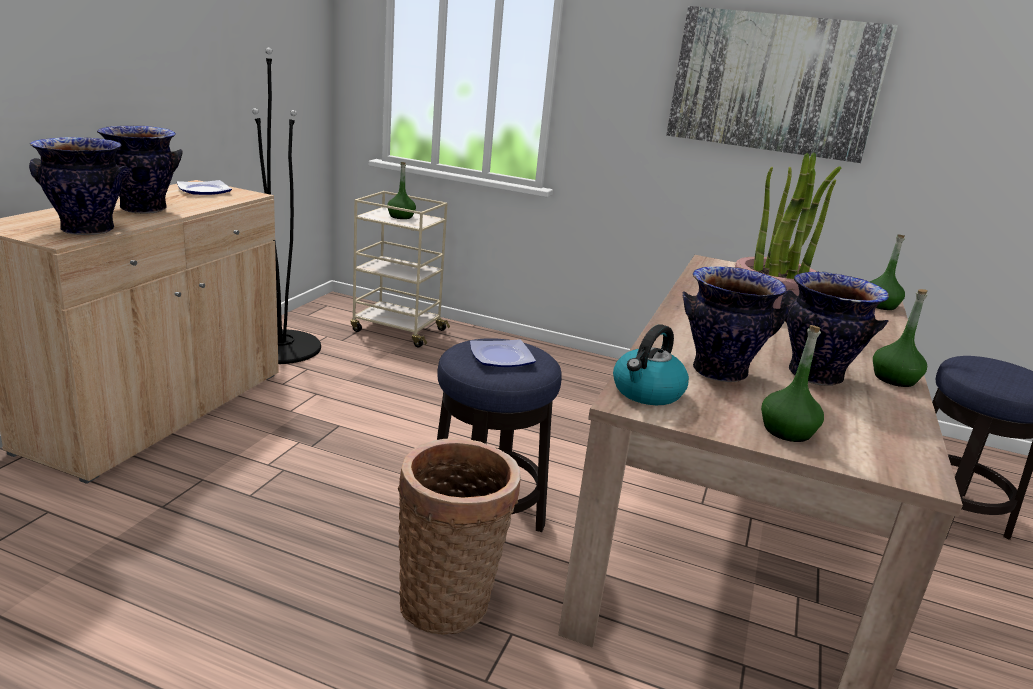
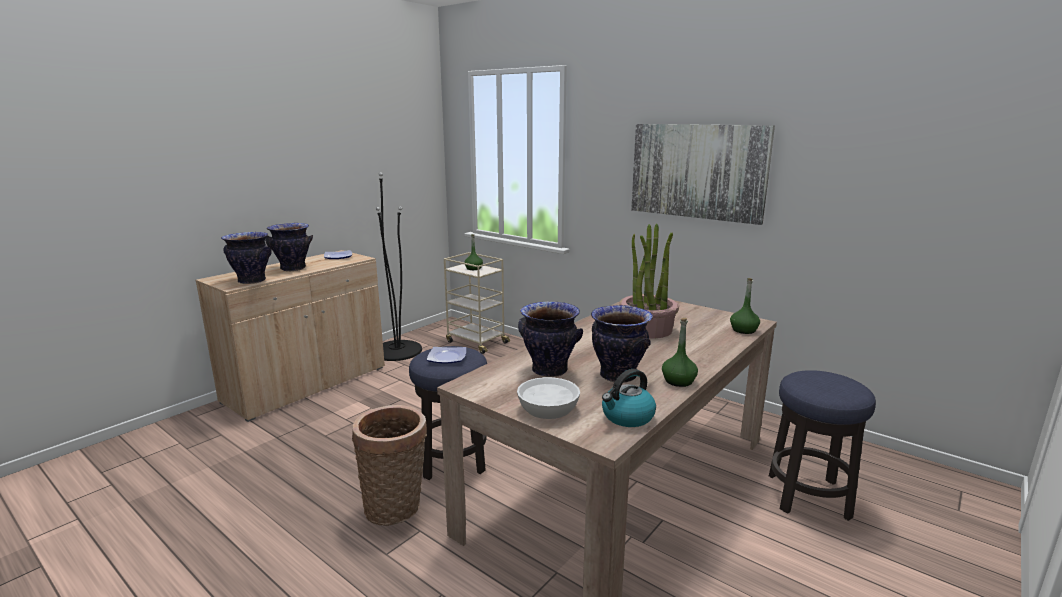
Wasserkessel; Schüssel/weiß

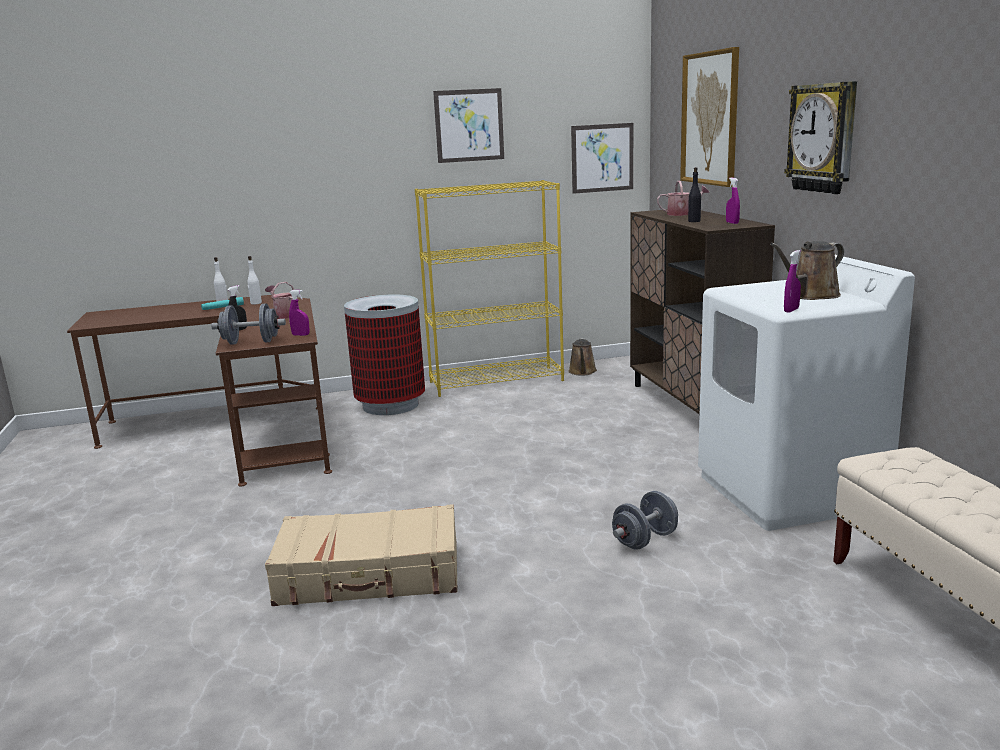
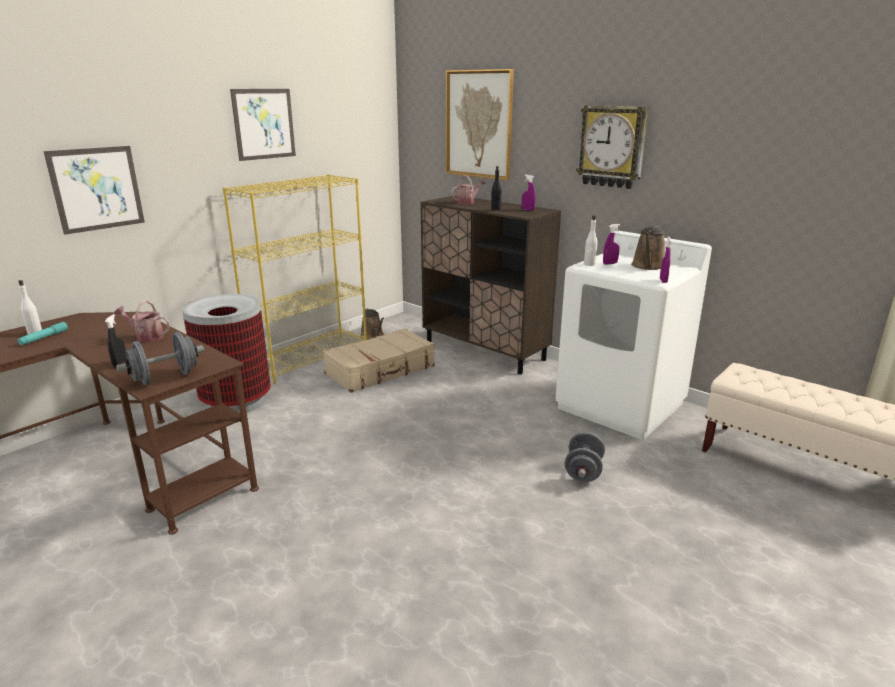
Flasche/weiß (no. 2 from left); Koffer/beige; Sprühflasche/lila (no. 2 from left); Bild (no. 1 from left)

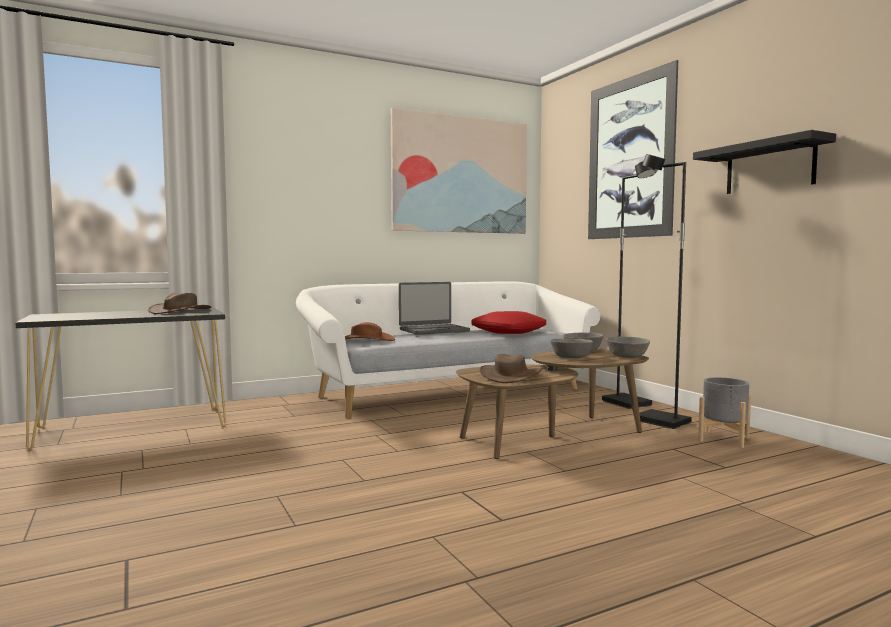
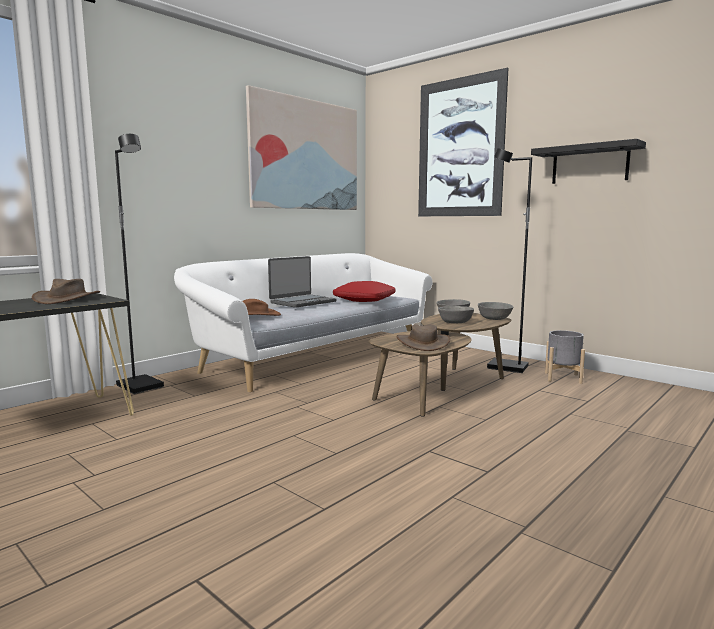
Stehlampe/schwarz (no. 1 from left)

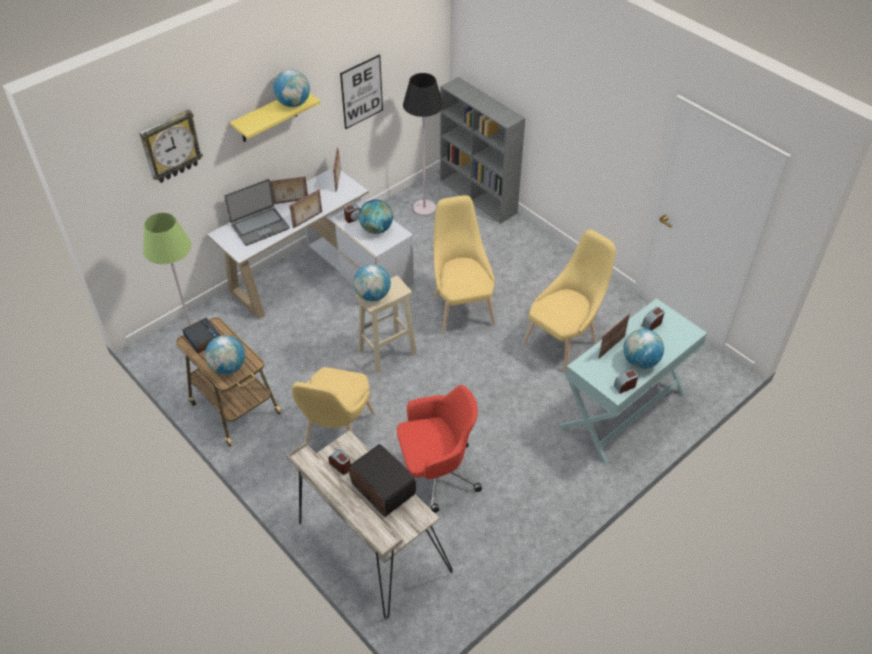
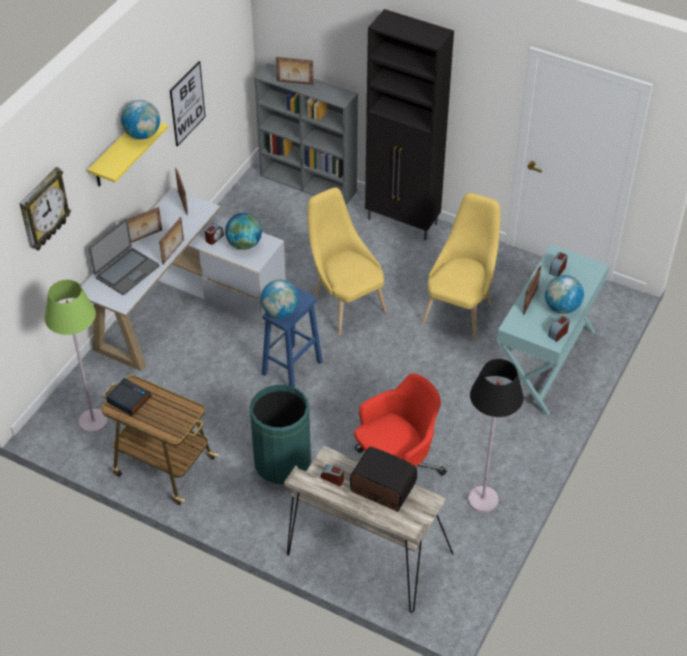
Globus (no. 1 from left in the first image); Mülleimer/grün; Hocker/blau; Stehlampe/schwarz; Bilderrahmen (no. 4 from left); Schrank/schwarz

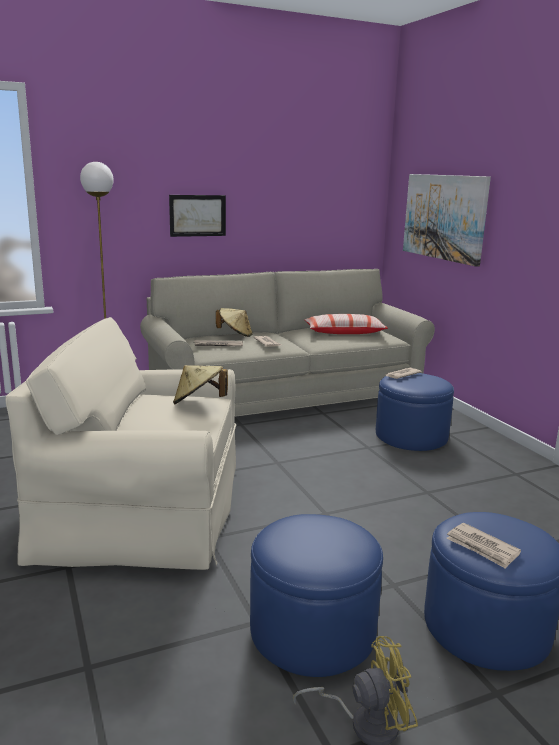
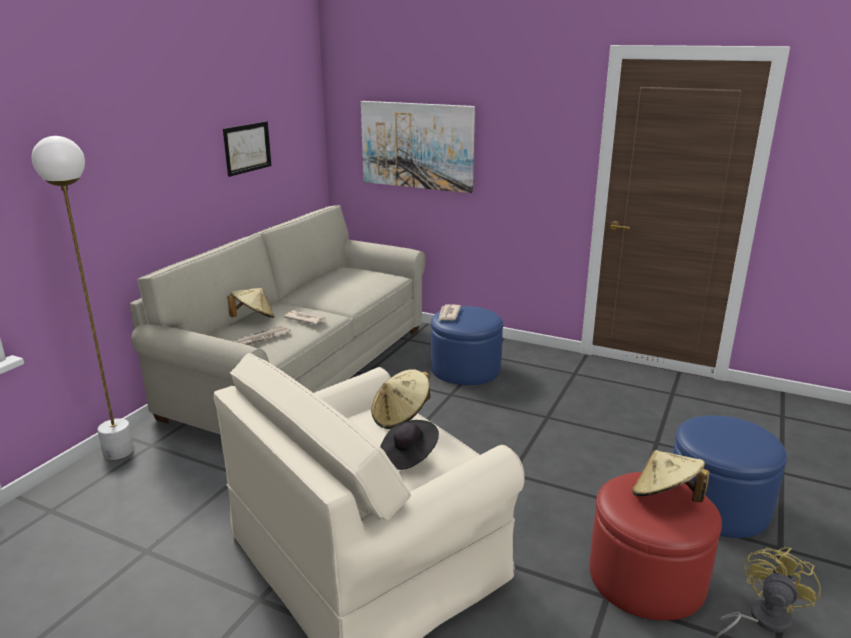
Bild (no. 1 from left); Polsterhocker/rot; Kissen; Zeitung (no. 4 from left in the first image); Hut/schwarz; Hut/beige (no. 3 from left)

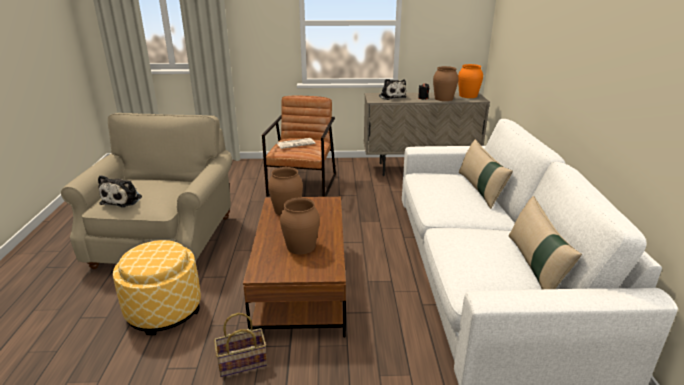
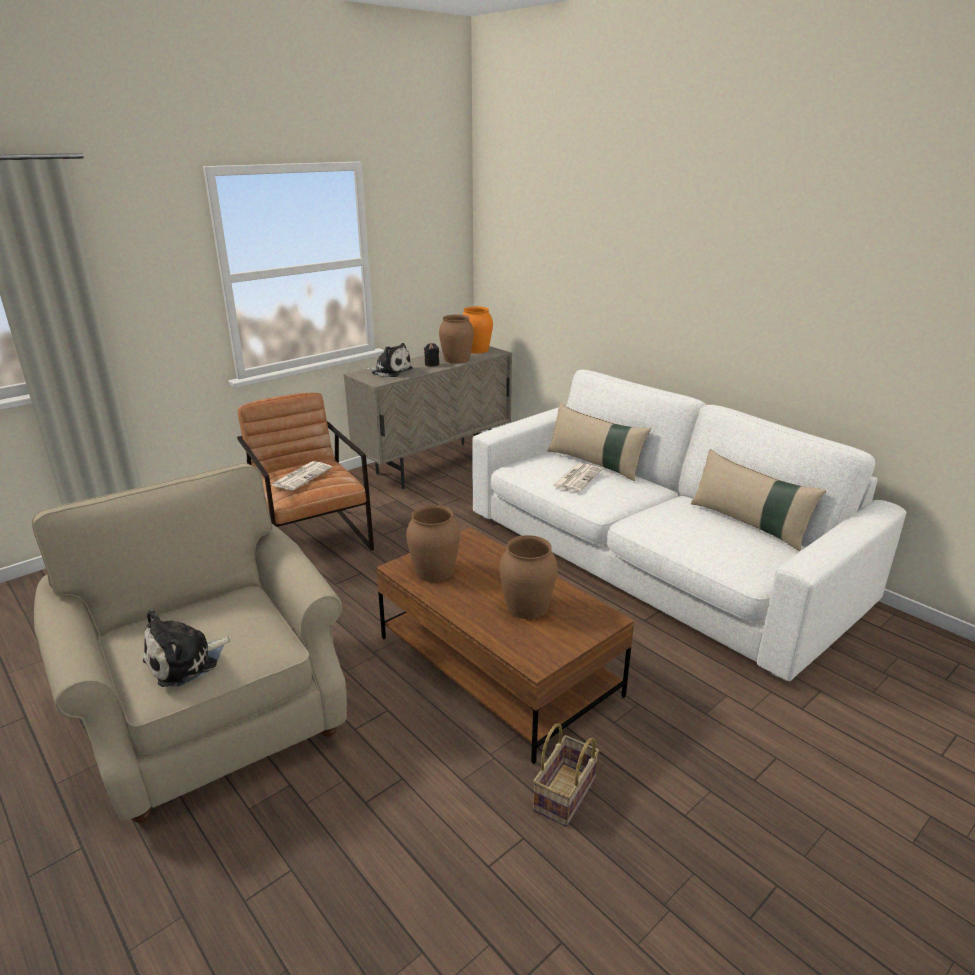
Plüschtier (no. 1 from left); Polsterhocker; Zeitung (no. 2 from left)

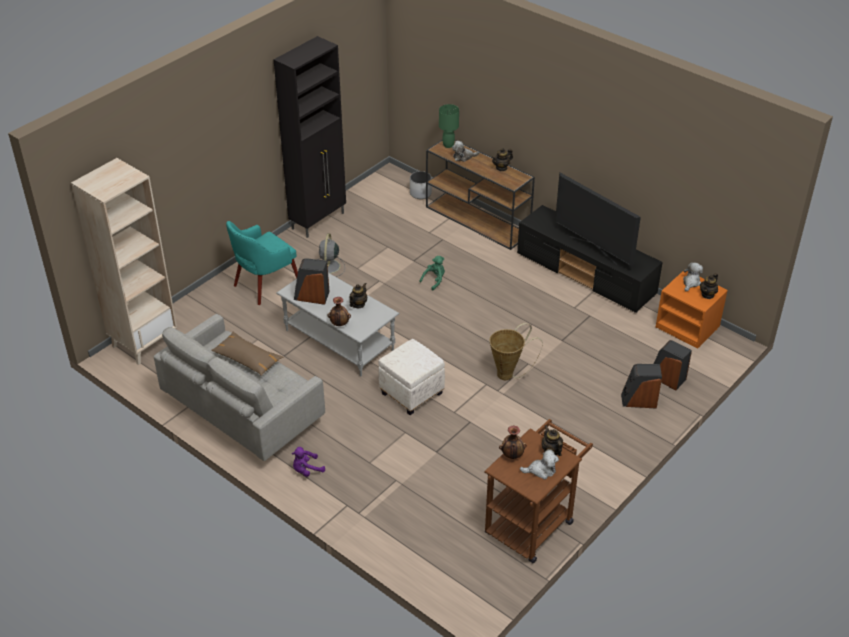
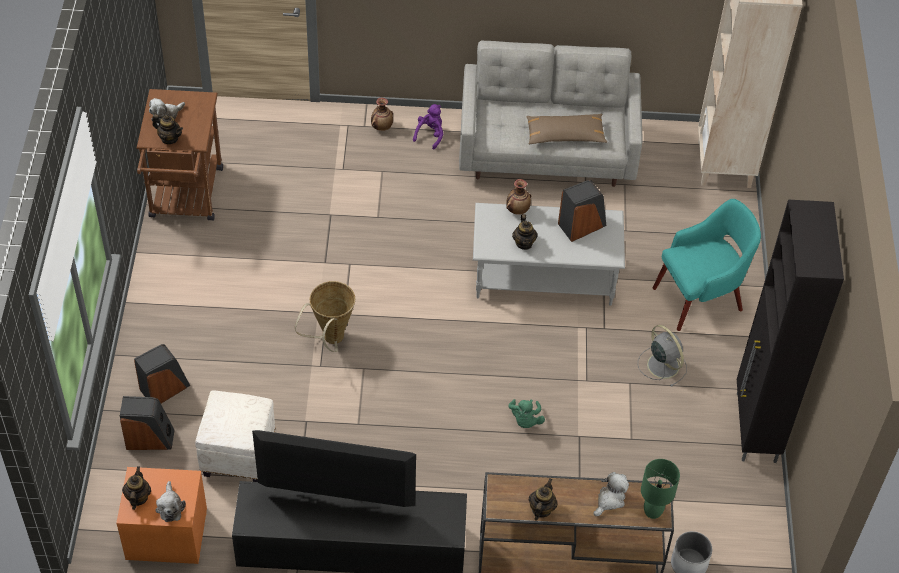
Sessel/türkis; Polsterhocker/weiß; Vase (no. 1 from left)

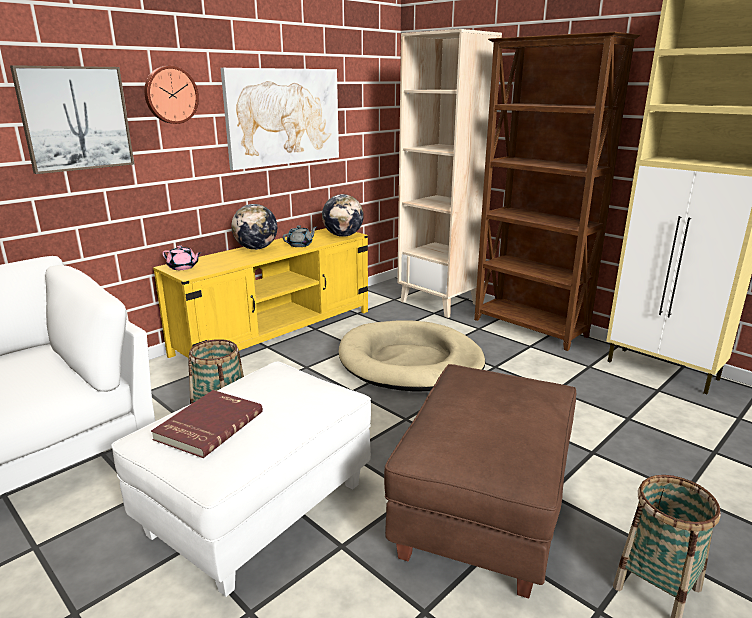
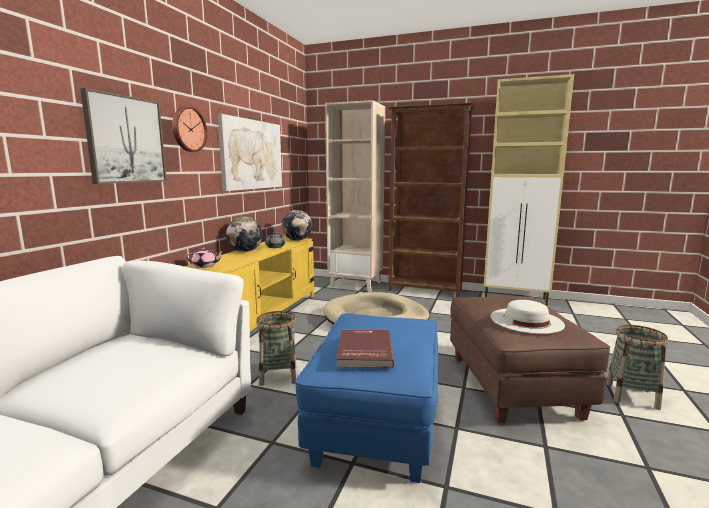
Polsterhocker/blau; Hut/weiß

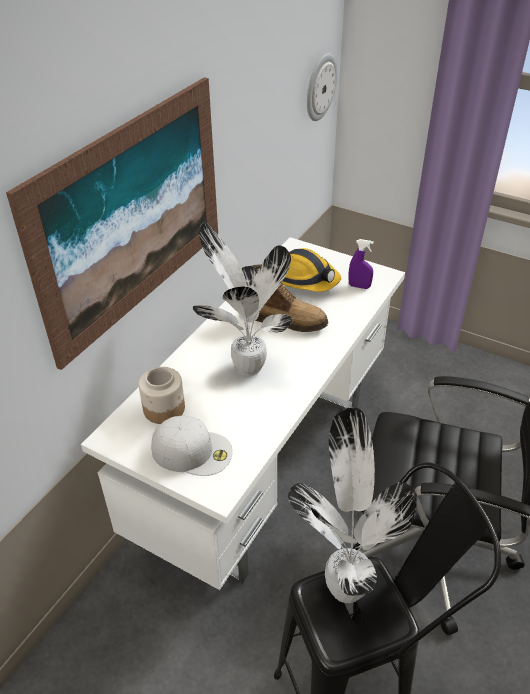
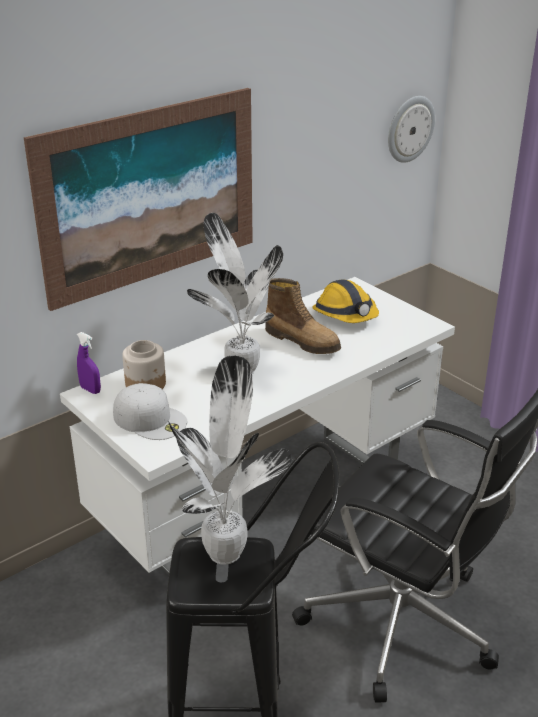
Sprühflasche/lila

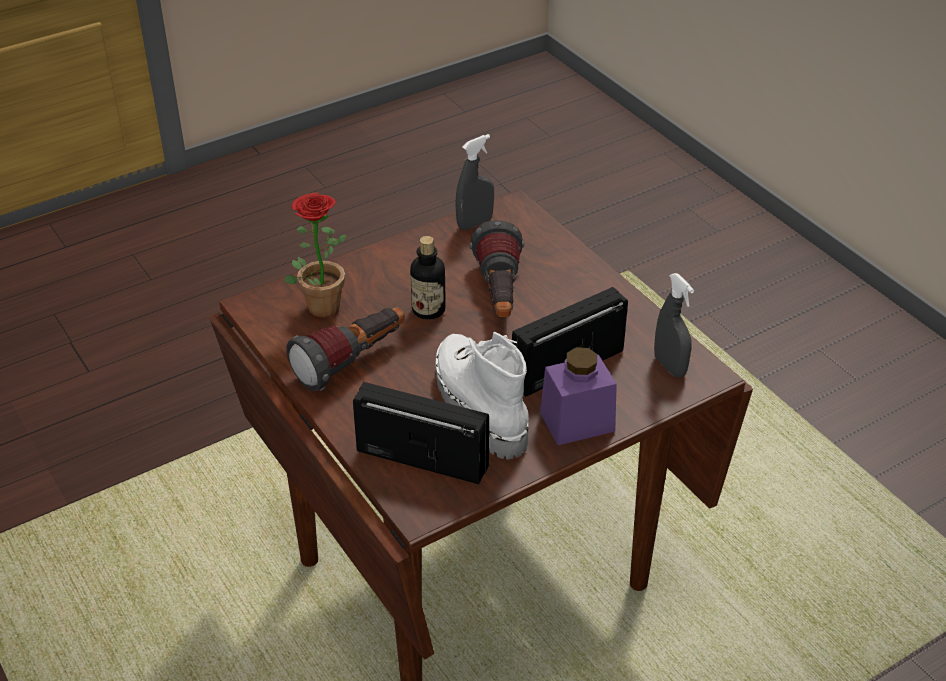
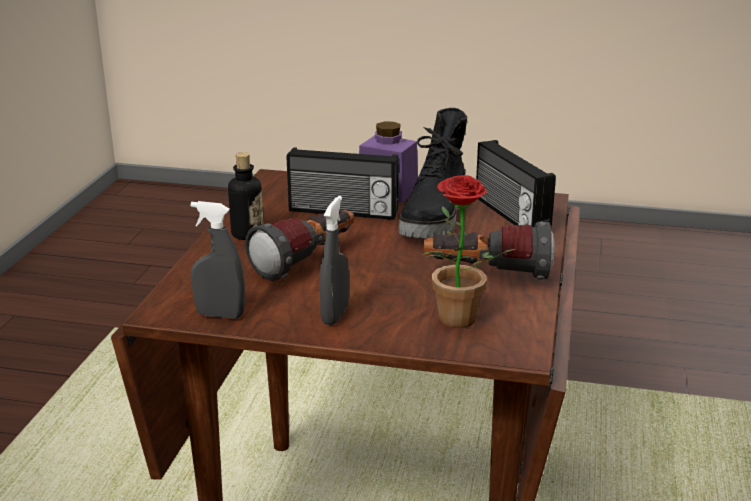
Flasche; Stiefel/schwarz; Sprühflasche/grau (no. 2 from left)

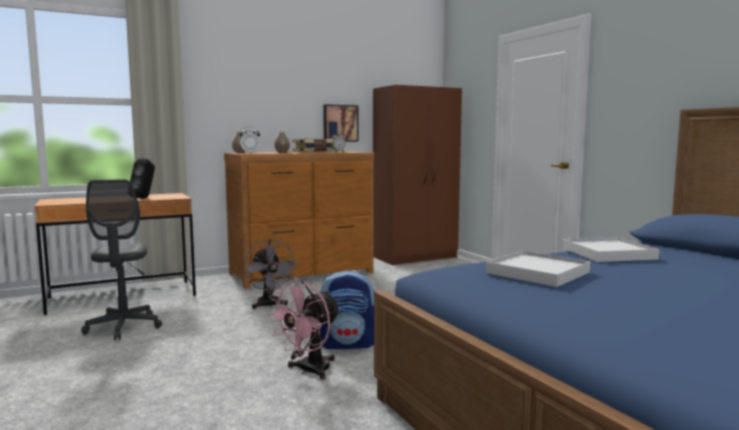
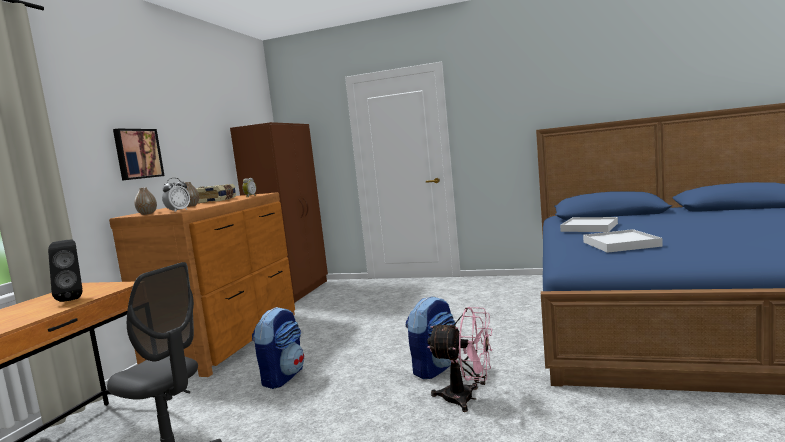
Rucksack (no. 1 from left); Ventilator/rosa; Bild

